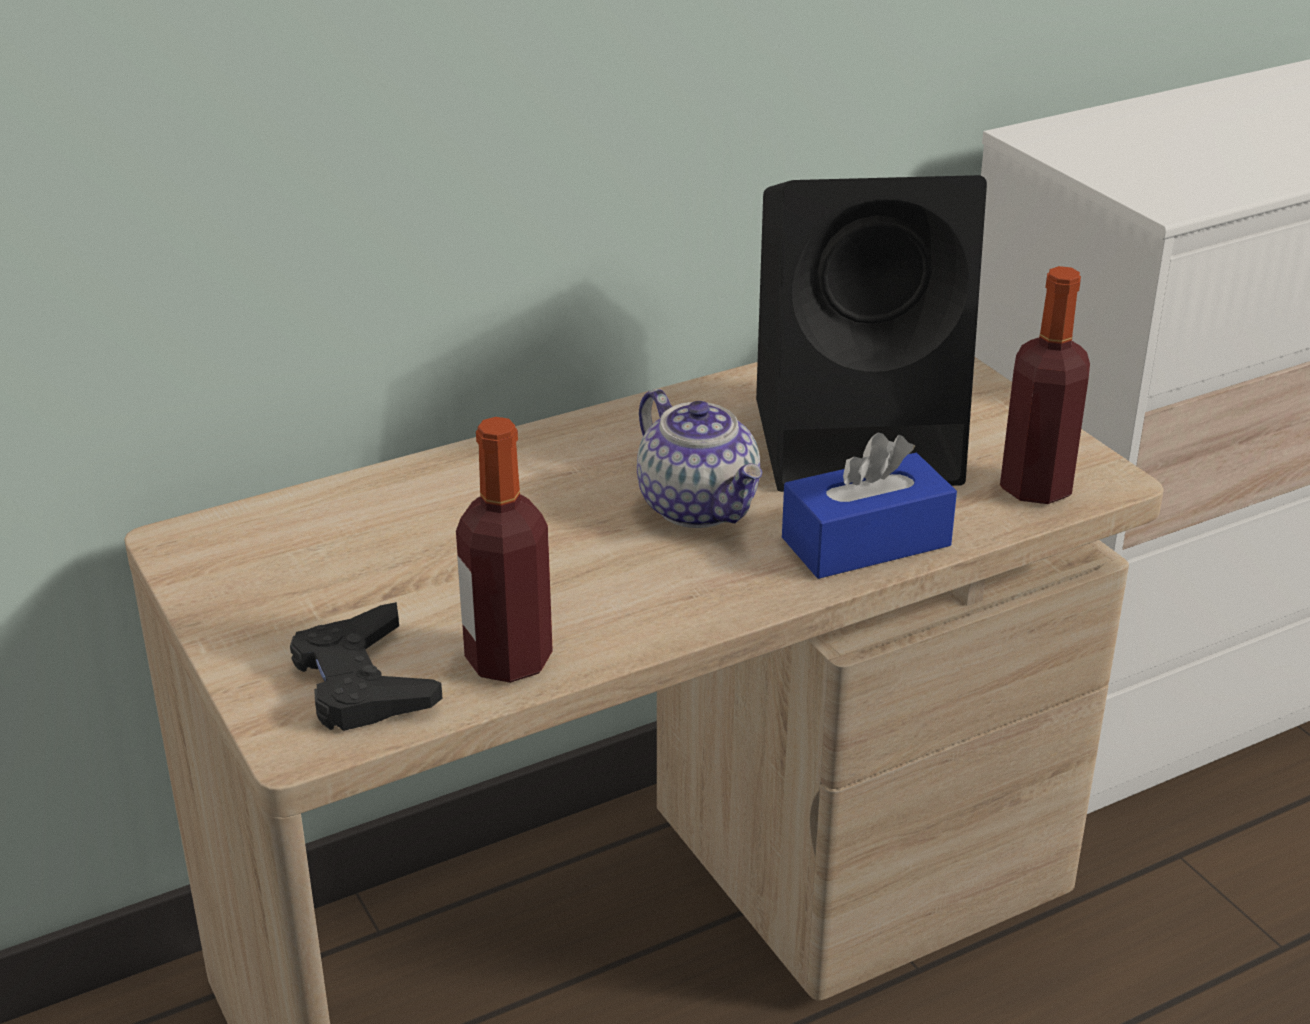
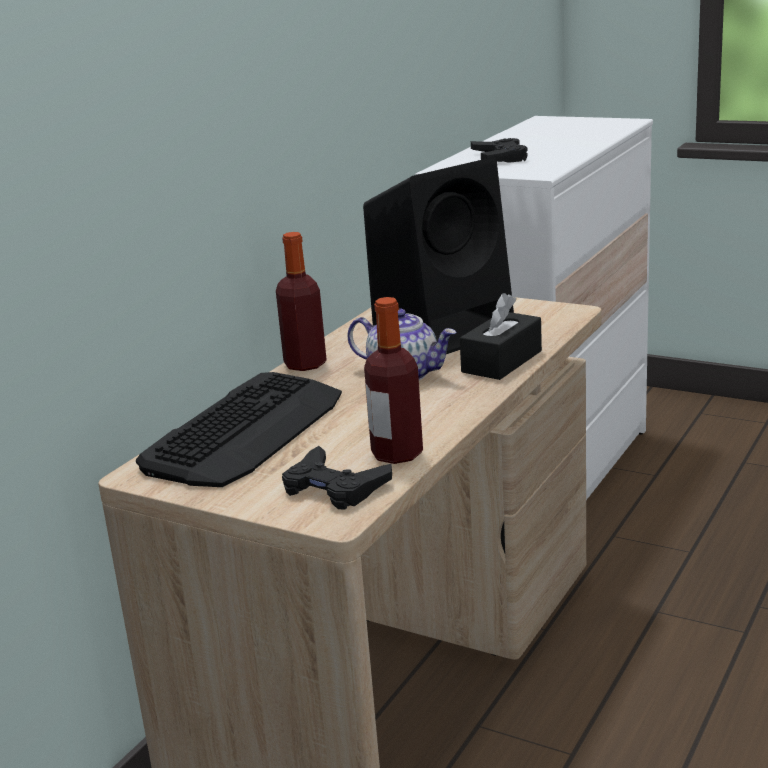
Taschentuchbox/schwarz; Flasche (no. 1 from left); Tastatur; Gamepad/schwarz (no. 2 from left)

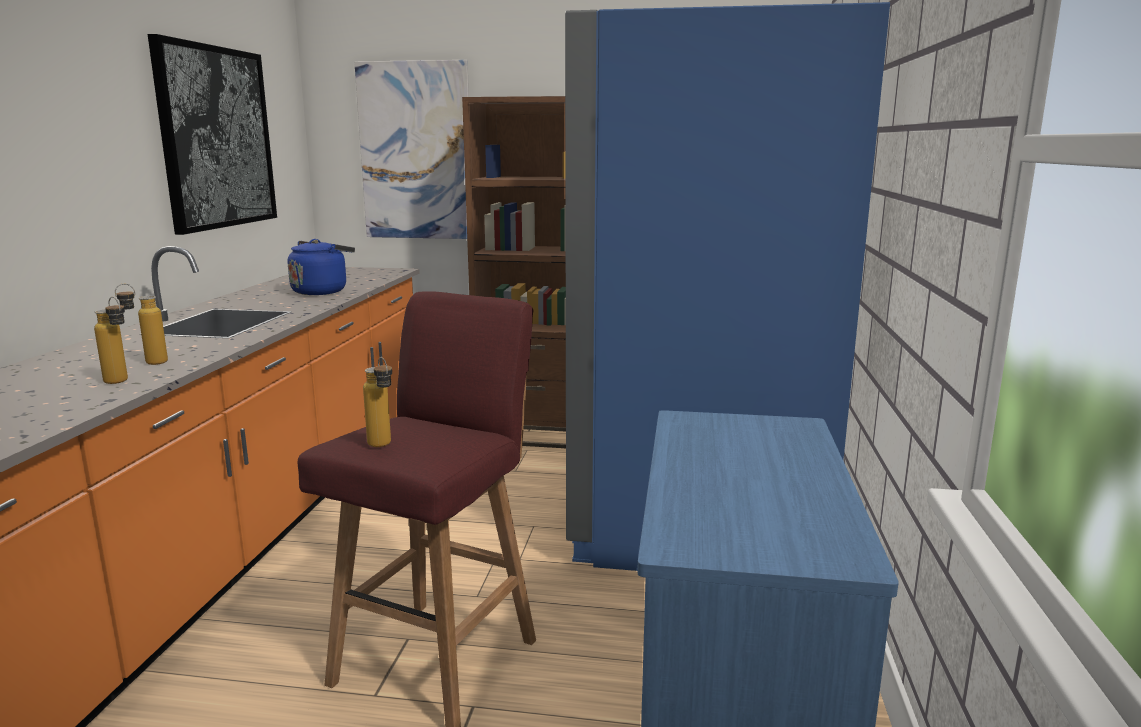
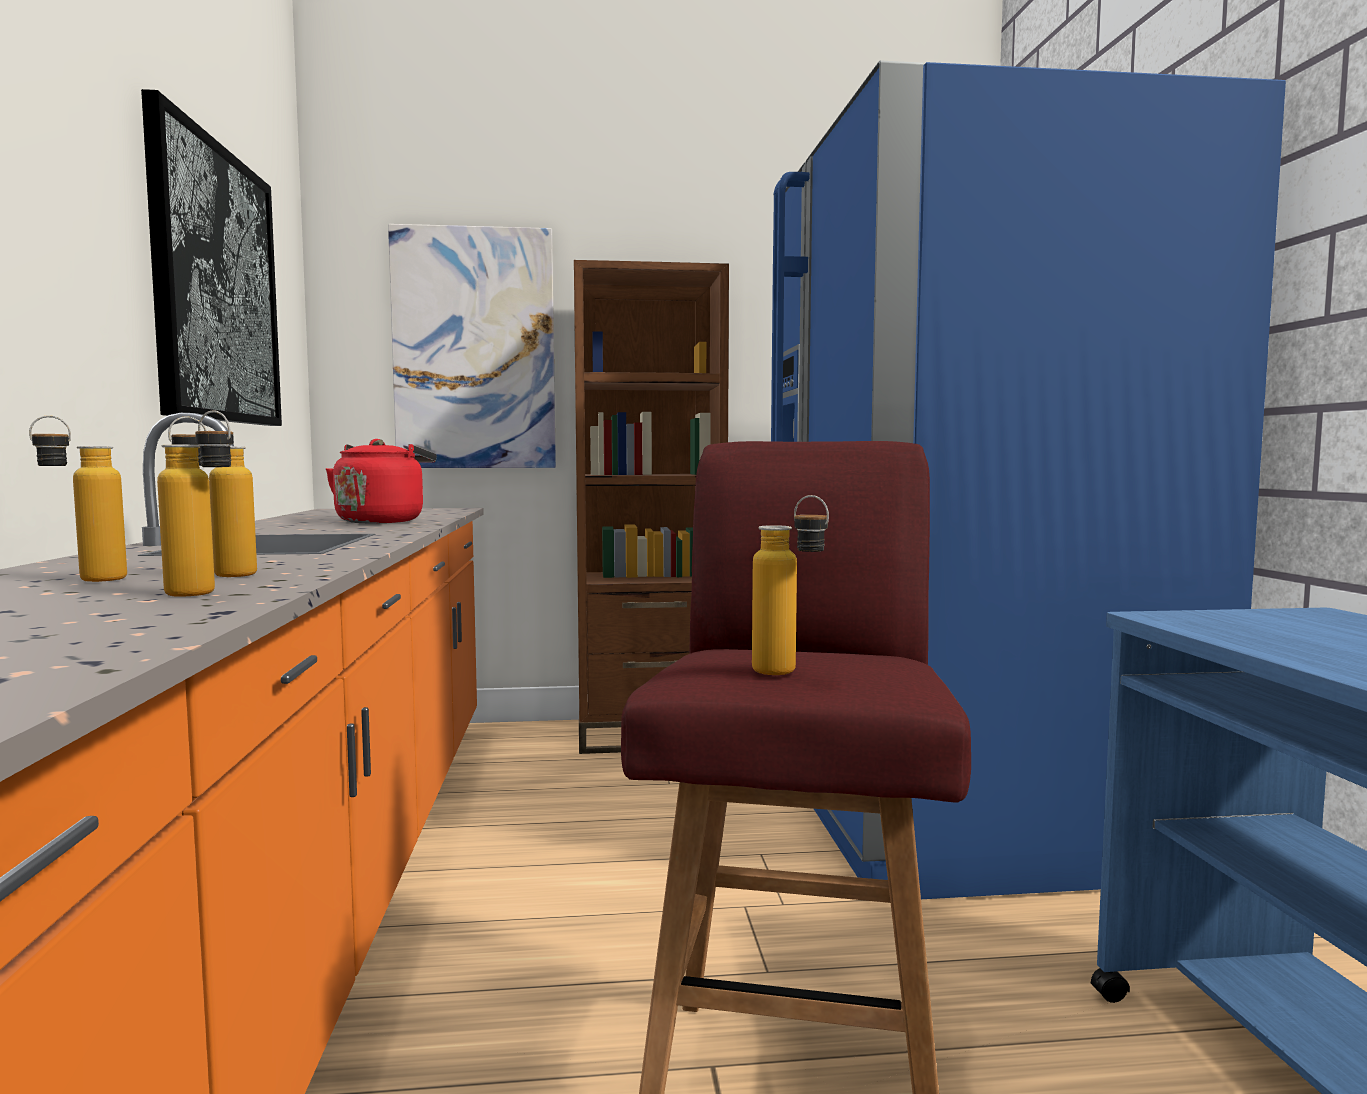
Wasserkessel/rot; Flasche (no. 1 from left)

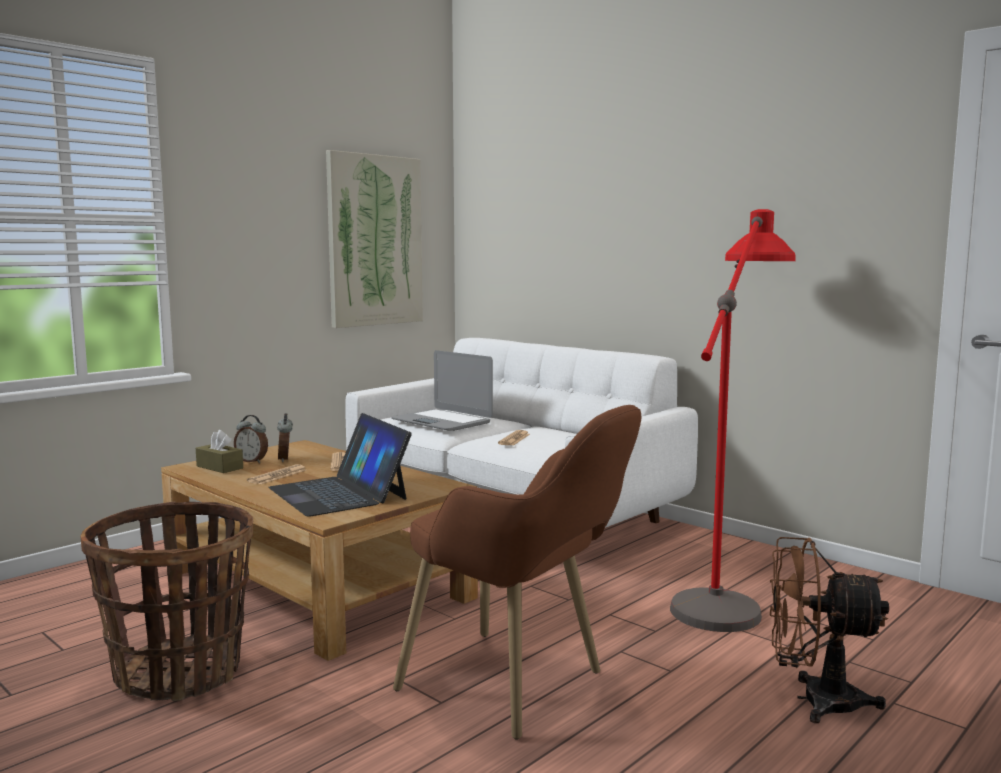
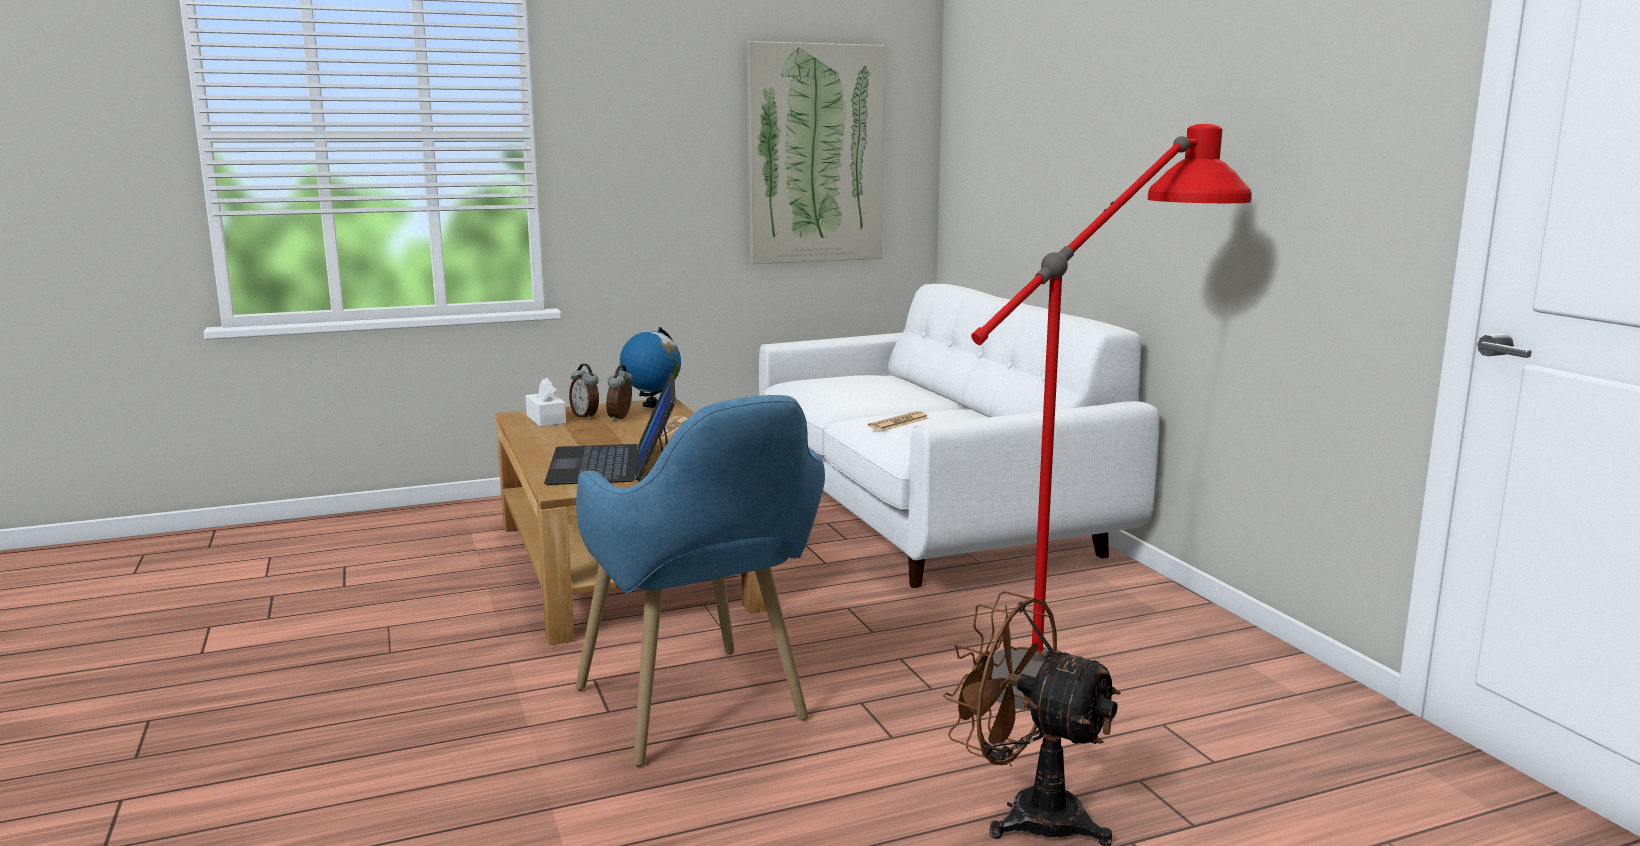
Korb; Taschentuchbox/weiß; Zeitung (no. 1 from left in the first image); Laptop (no. 2 from left in the first image); Sessel/blau; Globus

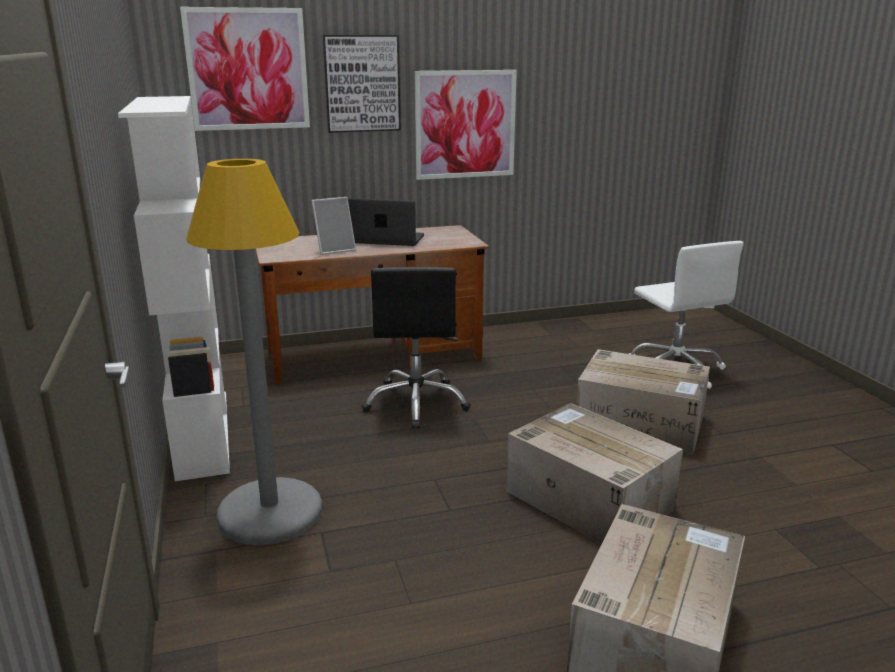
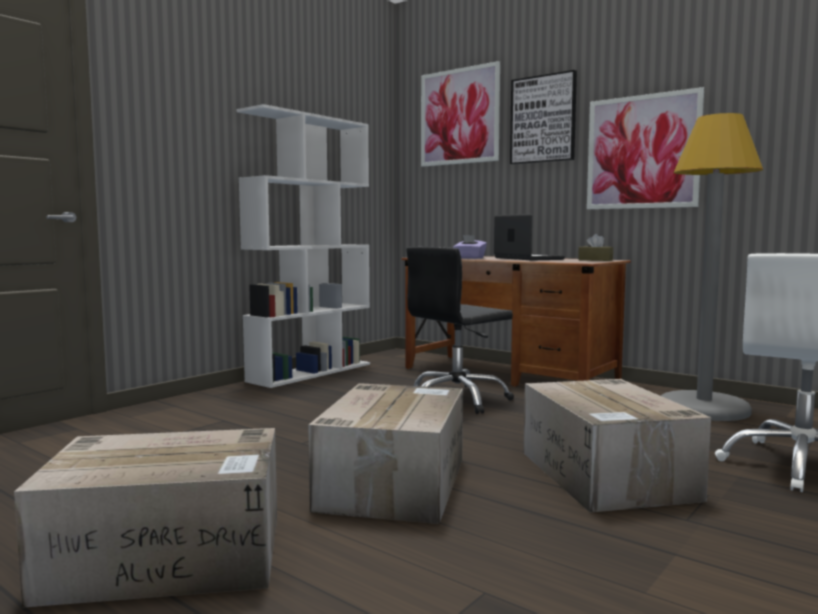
Stehlampe/grau; Taschentuchbox/lila; Taschentuchbox/braun

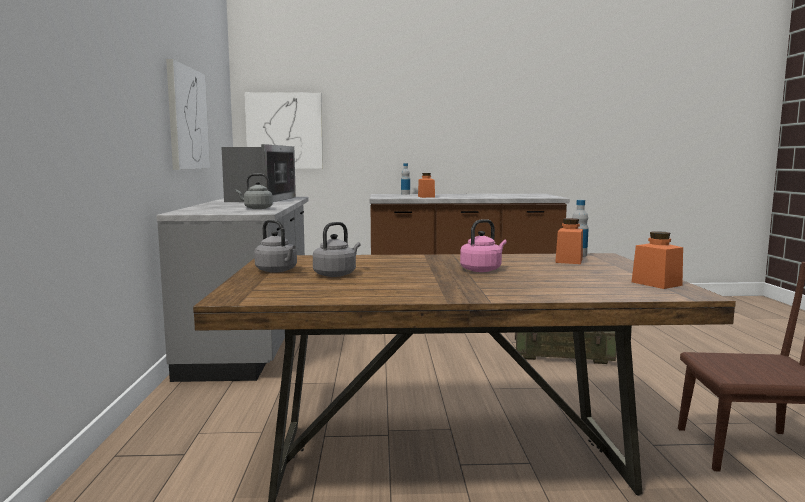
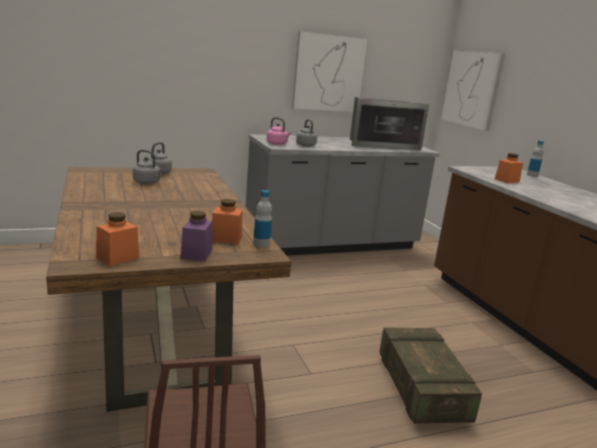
Wasserkessel/rosa; Vorratsglas/lila

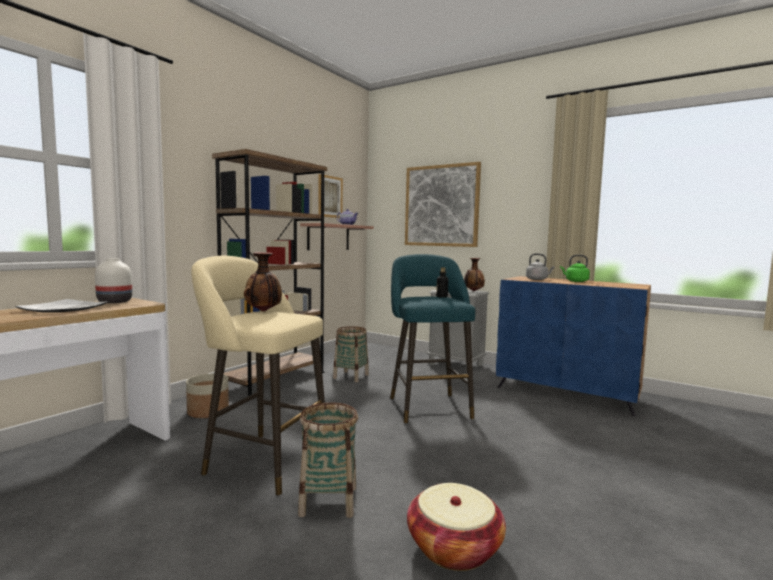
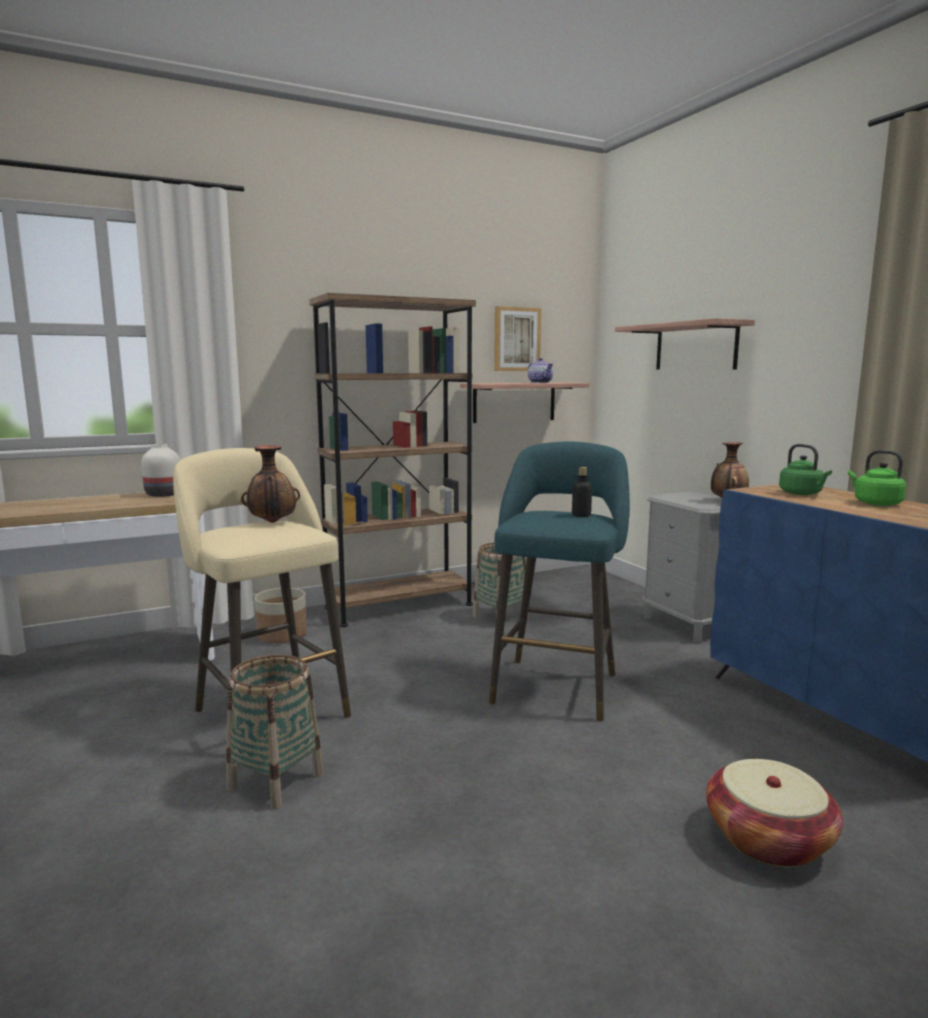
Teller; Wandregal (no. 2 from left); Korb (no. 3 from left); Wasserkessel/grün (no. 1 from left)

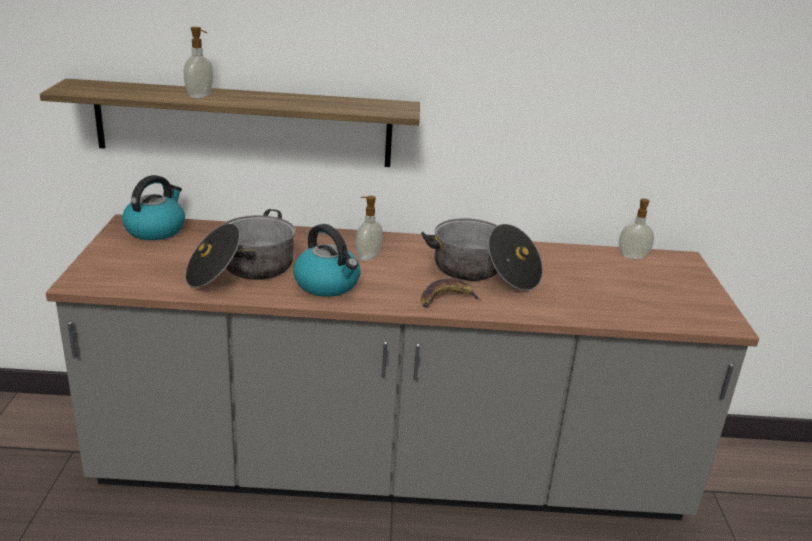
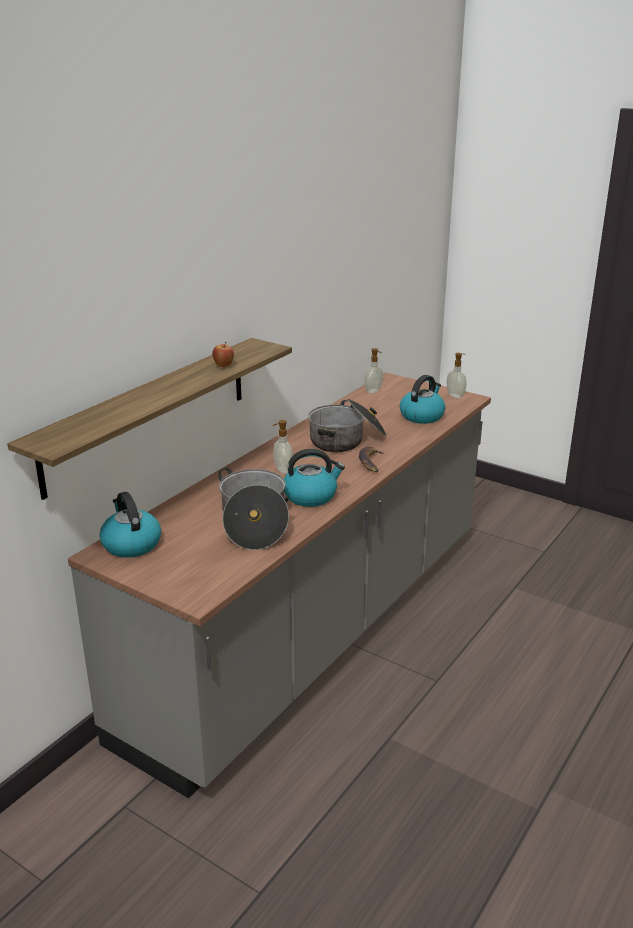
Seifenspender (no. 3 from left); Apfel; Wasserkessel (no. 3 from left)

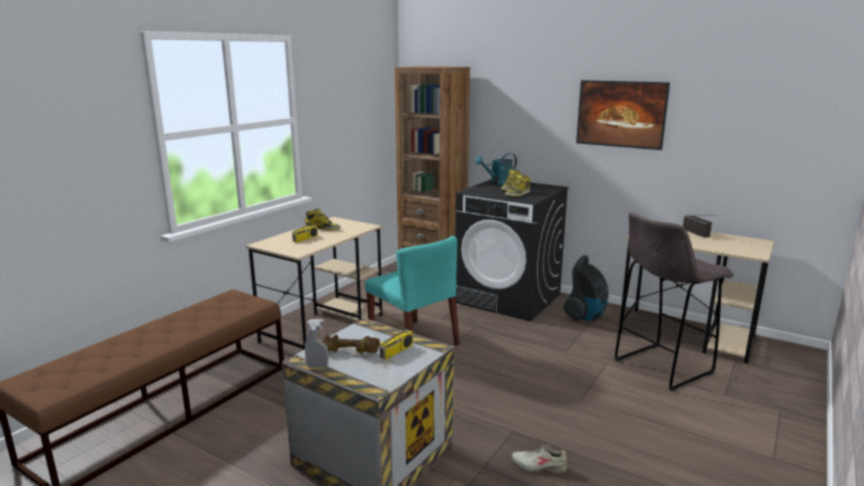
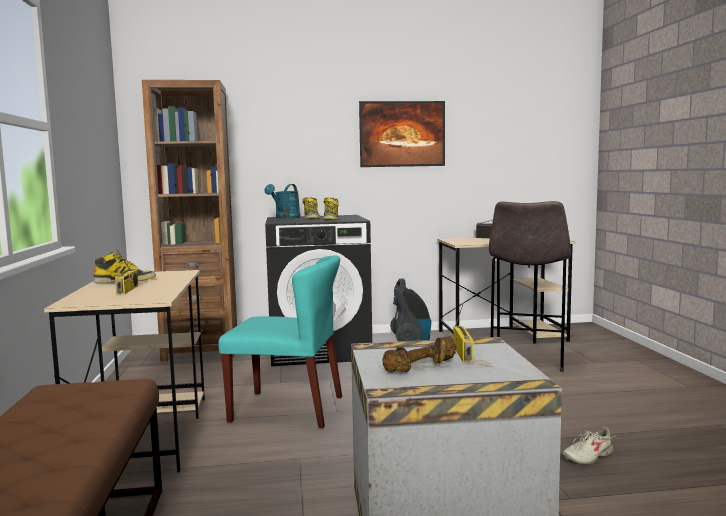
Sprühflasche/grau

